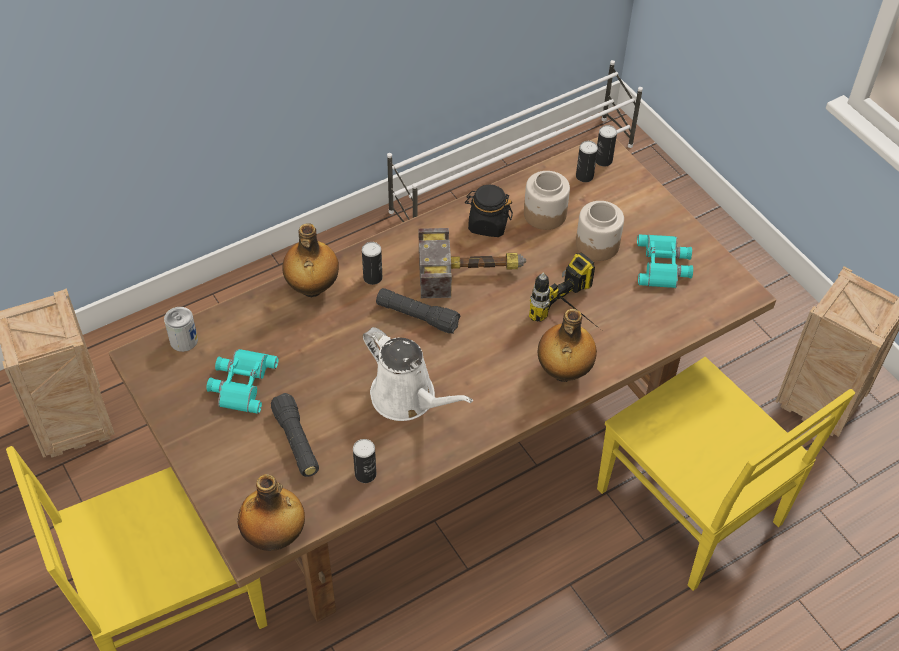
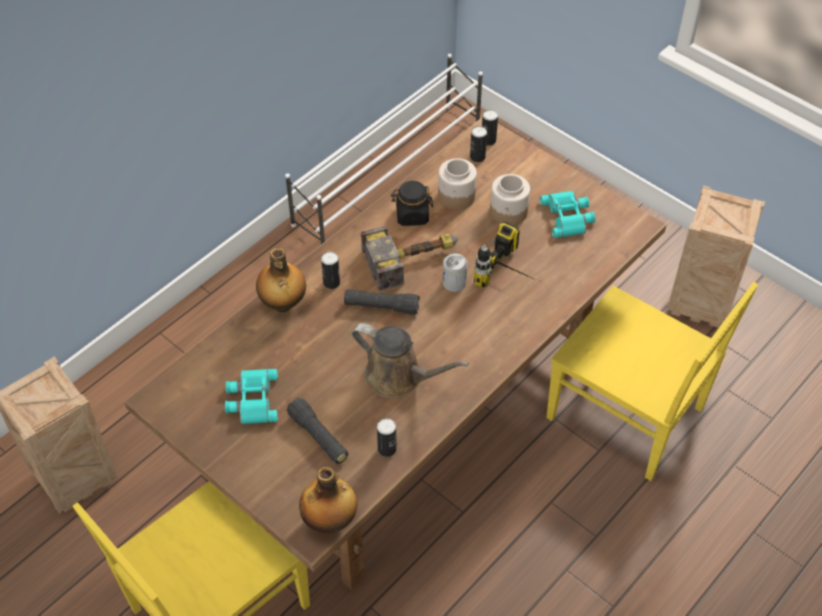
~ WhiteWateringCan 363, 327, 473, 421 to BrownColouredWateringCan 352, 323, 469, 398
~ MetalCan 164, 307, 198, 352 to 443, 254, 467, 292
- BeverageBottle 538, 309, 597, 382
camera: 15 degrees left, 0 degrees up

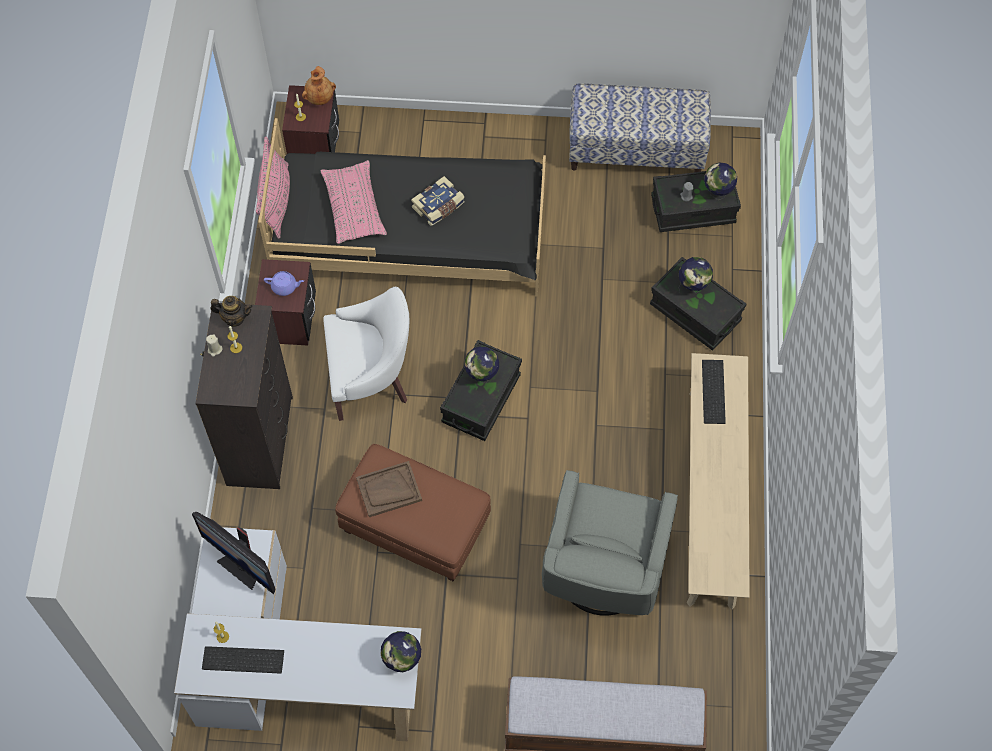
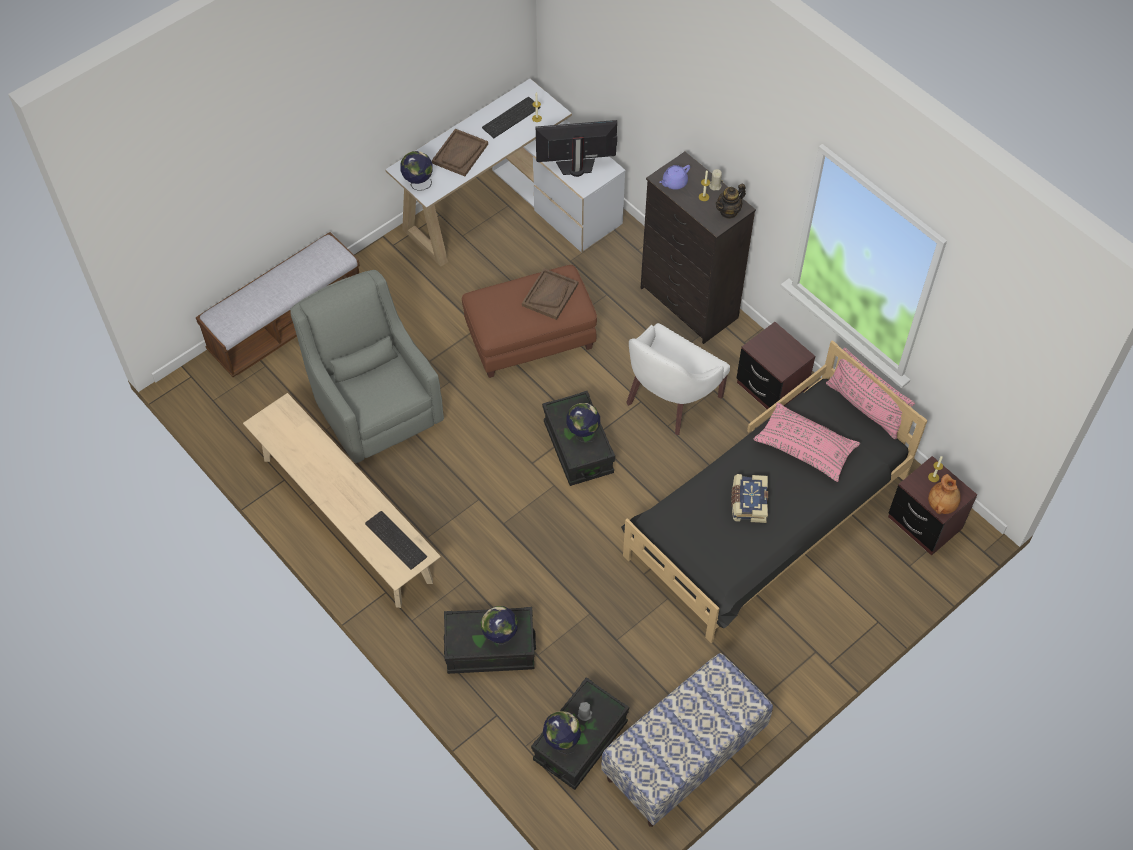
+ BrownColouredServingTray 432, 129, 488, 176
~ PurplishPotForTea 264, 271, 304, 296 to 659, 165, 690, 190
camera: 135 degrees right, 5 degrees down

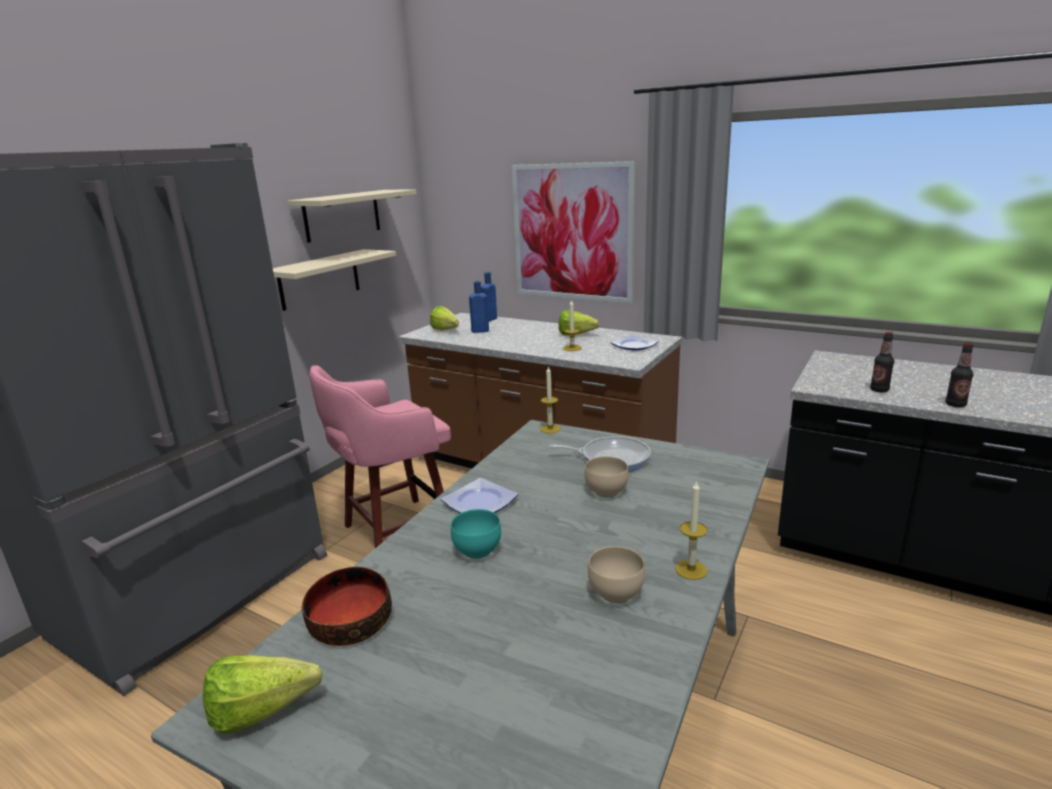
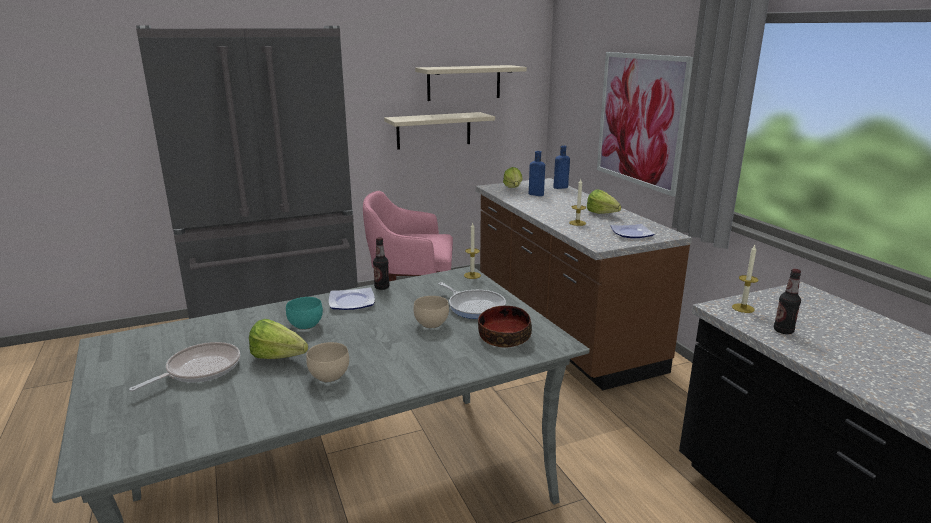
+ Skillet 129, 342, 240, 392
~ Lettuce 203, 655, 322, 734 to 249, 319, 308, 359
~ BeverageBottle 945, 343, 973, 407 to 373, 237, 390, 290
~ ServingBowl 302, 567, 392, 646 to 478, 305, 532, 348
~ WaxCandle 675, 480, 708, 580 to 732, 245, 759, 313
camera: 35 degrees right, 0 degrees up

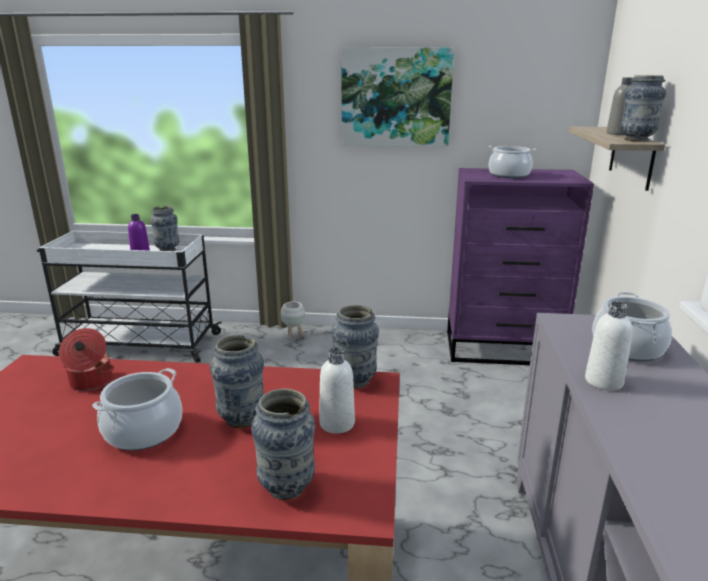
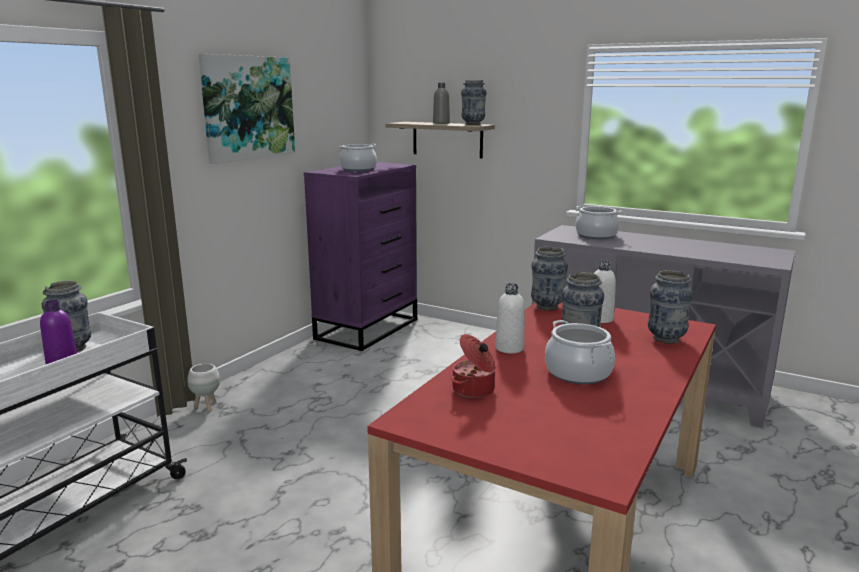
~ WhiteBeverageBottle 585, 302, 633, 391 to 495, 283, 525, 353
camera: 65 degrees left, 5 degrees down

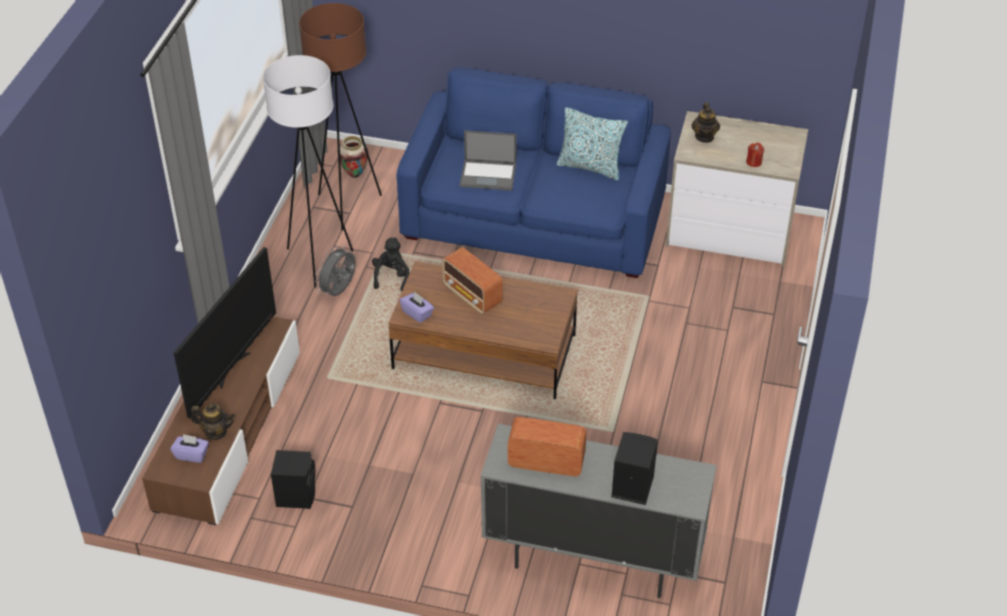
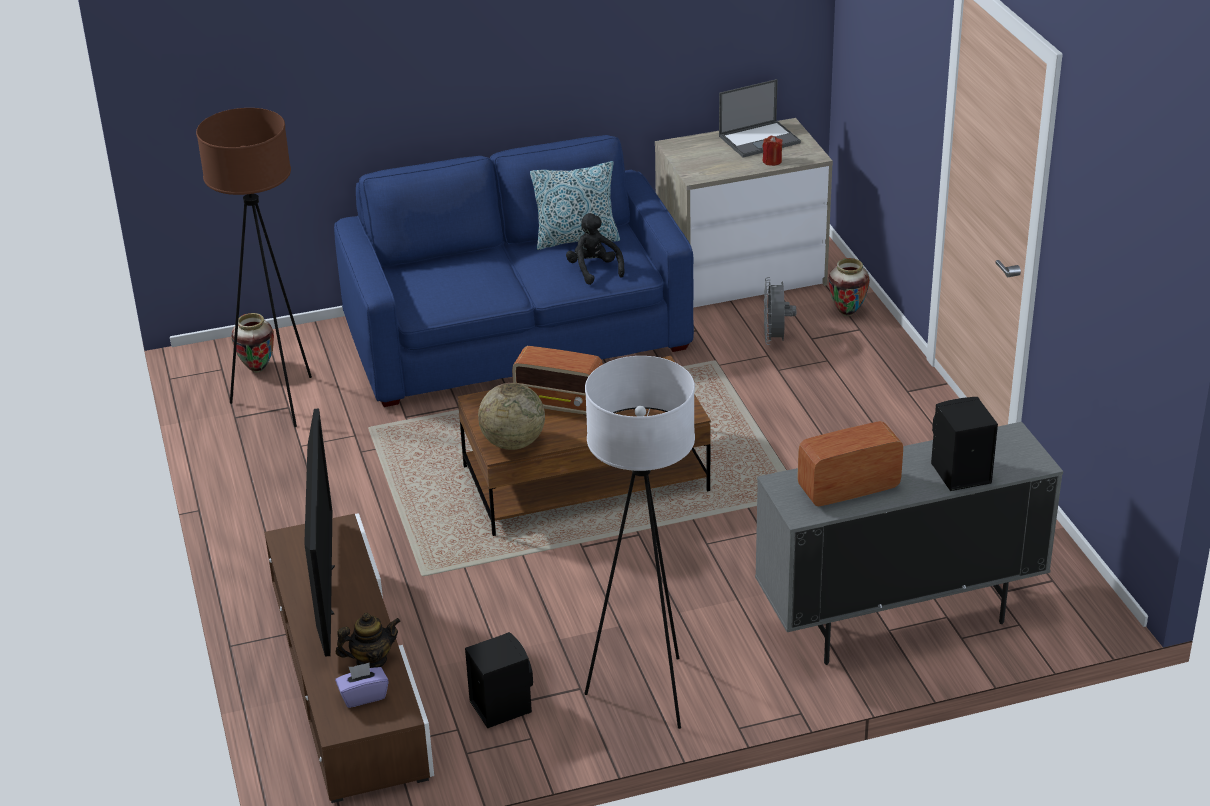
~ PurplishTissueHolder 400, 292, 434, 323 to DeskGlobe 478, 383, 545, 450
~ BlackishPlushToy 372, 237, 409, 292 to 566, 213, 625, 285
~ WhiteFloorLamp 263, 55, 353, 288 to 584, 356, 695, 729
~ PortableComputer 460, 130, 517, 191 to 719, 79, 801, 157
~ GreyElectricFan 315, 245, 356, 296 to 764, 277, 796, 345
+ DecorativeVase 829, 258, 870, 316
- PotForTea 691, 102, 720, 143
camera: 30 degrees left, 10 degrees down

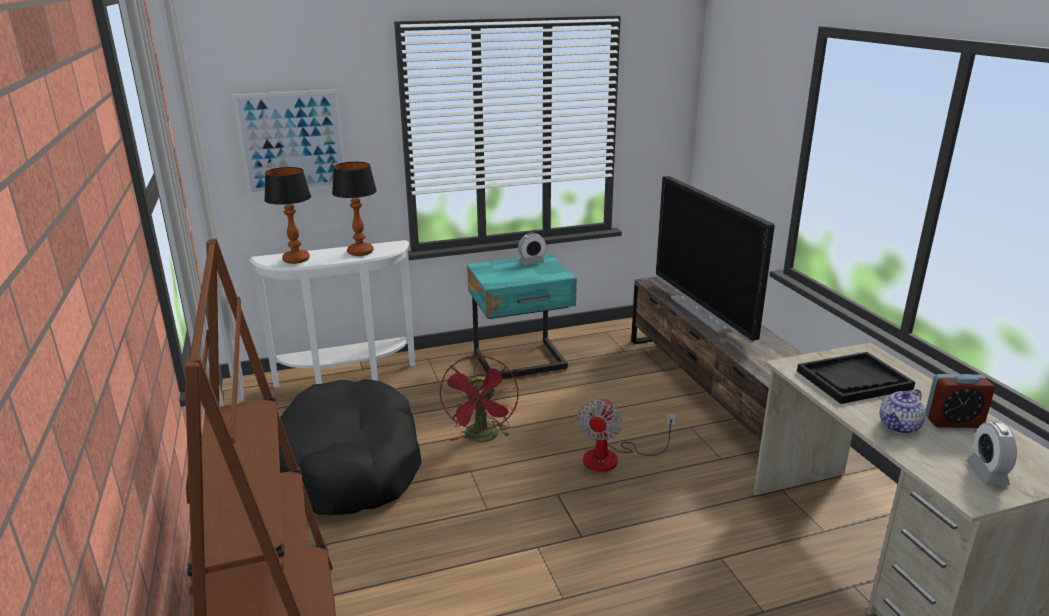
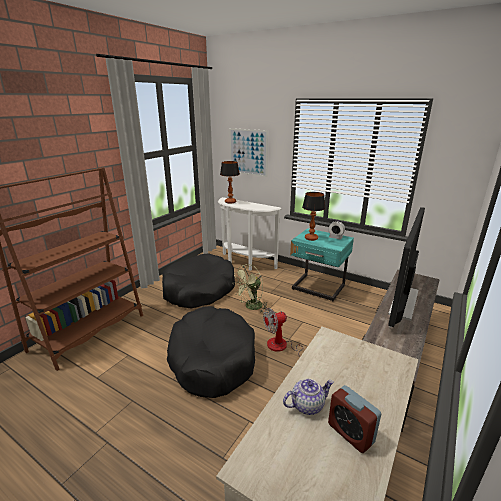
+ BlackishDogCushion 167, 306, 255, 398
~ ReddishElectricFan 440, 355, 519, 443 to GreenElectricFan 233, 264, 268, 312
~ PotForTea 880, 389, 926, 434 = 283, 378, 334, 415 150 degrees clockwise
~ LampForATable 332, 162, 377, 256 to 302, 192, 325, 241
- BlackishServingTray 797, 352, 915, 404
- AlarmClock 966, 422, 1017, 486
camera: 50 degrees right, 0 degrees up

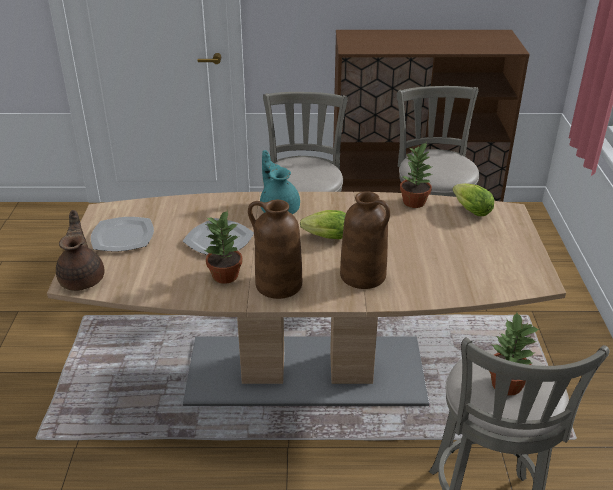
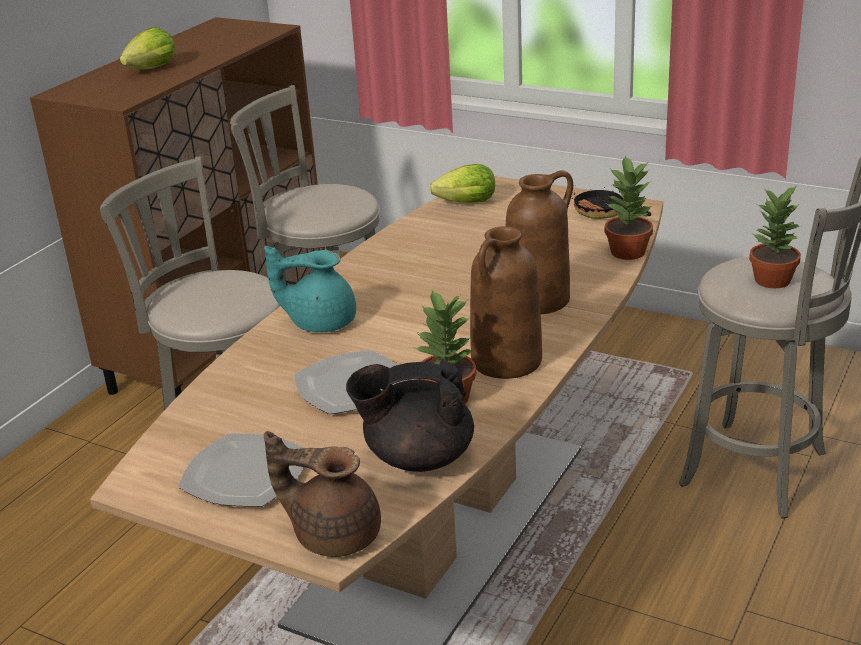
~ Lettuce 300, 210, 346, 239 to 120, 27, 175, 69
+ BlackishPotForTea 346, 360, 474, 472
+ Skillet 572, 187, 651, 219
~ PlantInAPot 400, 142, 433, 208 to 604, 156, 653, 260
camera: 60 degrees left, 5 degrees down

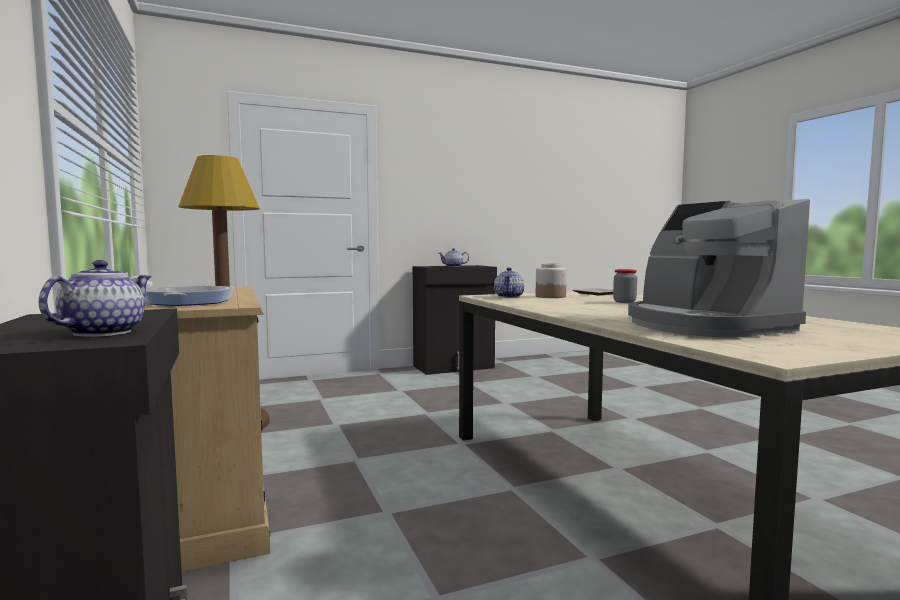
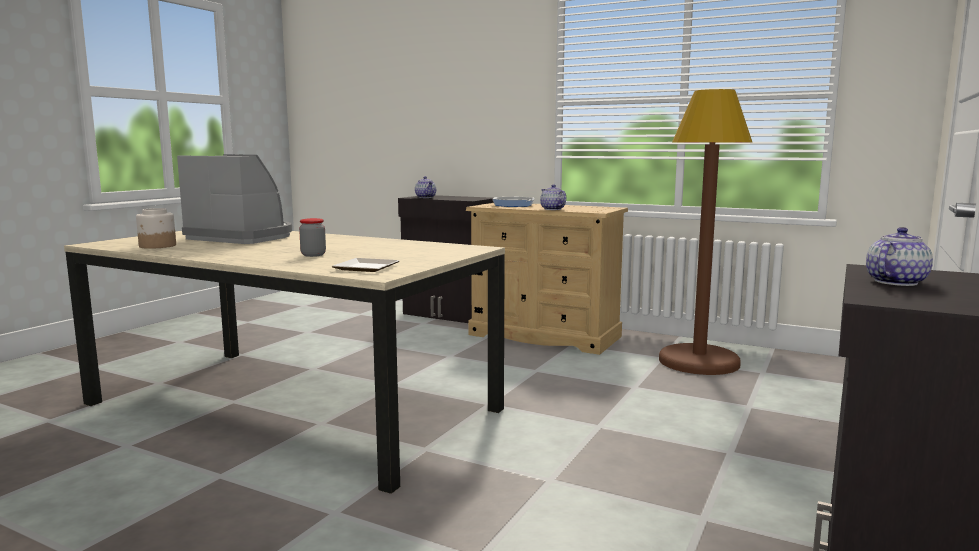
~ Jar 536, 263, 567, 298 to 136, 208, 176, 249
~ PotForTea 494, 267, 524, 298 to 540, 184, 566, 210
camera: 140 degrees right, 5 degrees up

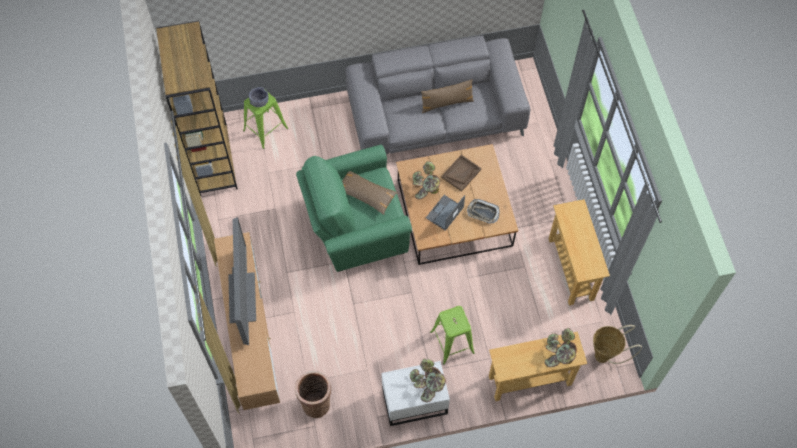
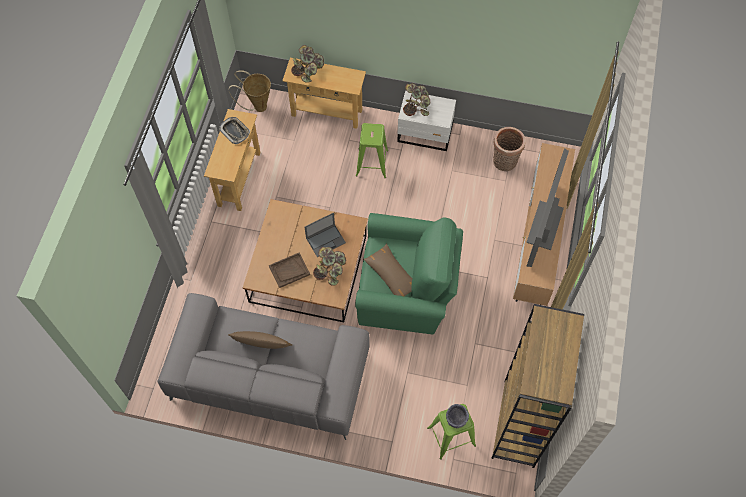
~ ServingTray 467, 199, 499, 224 to 219, 117, 250, 144
camera: 155 degrees left, 0 degrees up

